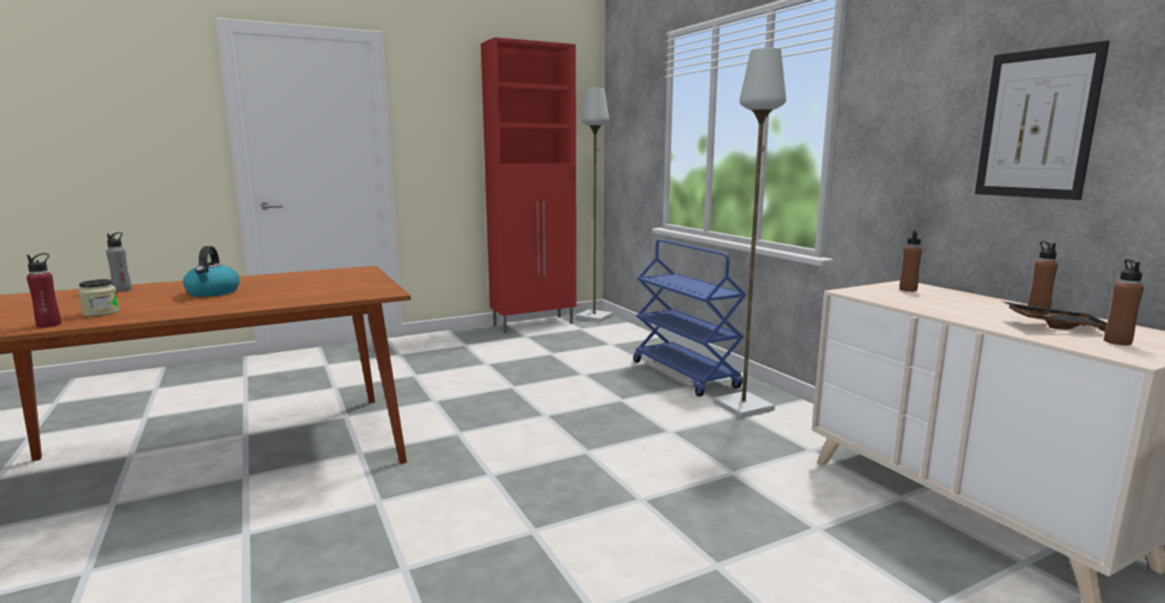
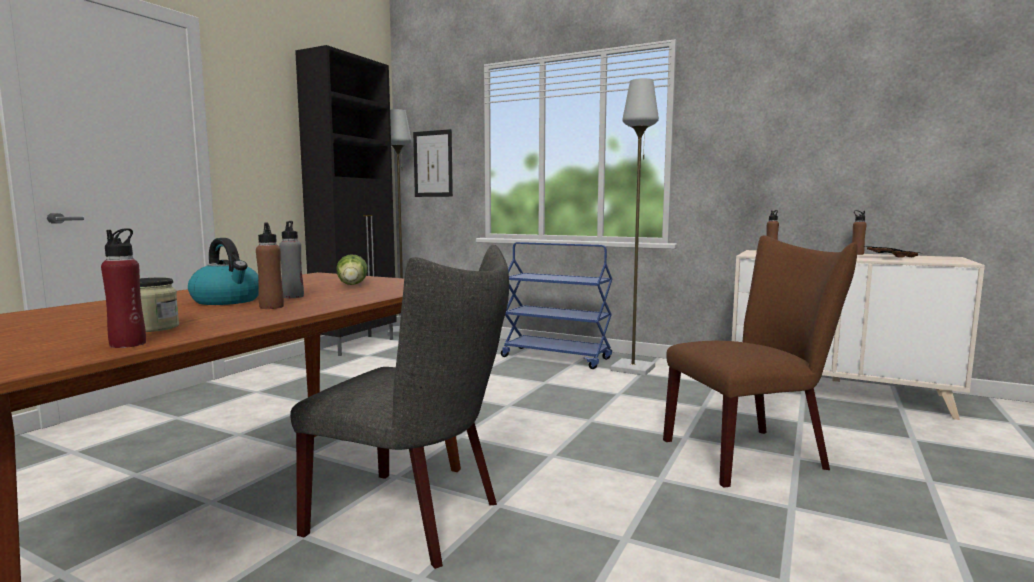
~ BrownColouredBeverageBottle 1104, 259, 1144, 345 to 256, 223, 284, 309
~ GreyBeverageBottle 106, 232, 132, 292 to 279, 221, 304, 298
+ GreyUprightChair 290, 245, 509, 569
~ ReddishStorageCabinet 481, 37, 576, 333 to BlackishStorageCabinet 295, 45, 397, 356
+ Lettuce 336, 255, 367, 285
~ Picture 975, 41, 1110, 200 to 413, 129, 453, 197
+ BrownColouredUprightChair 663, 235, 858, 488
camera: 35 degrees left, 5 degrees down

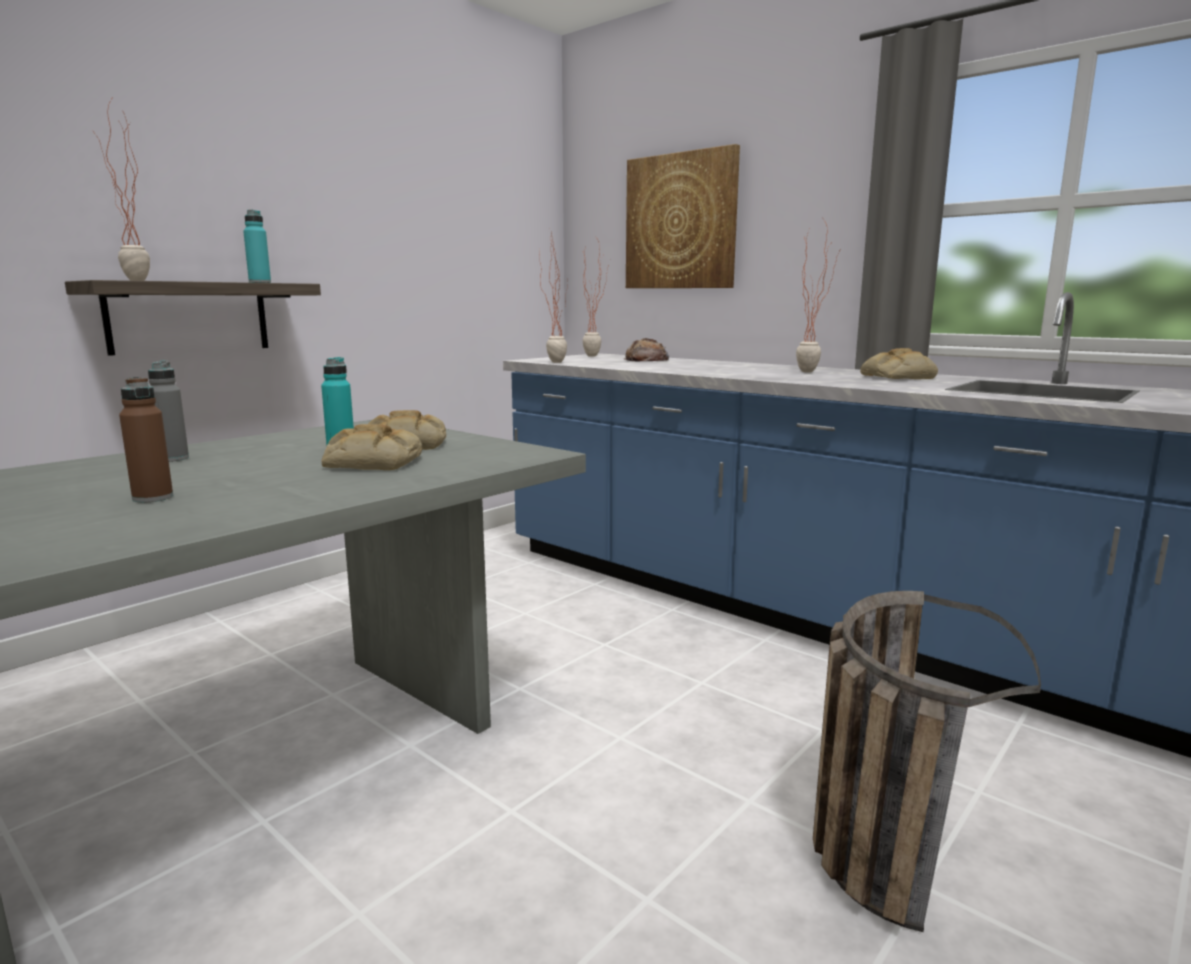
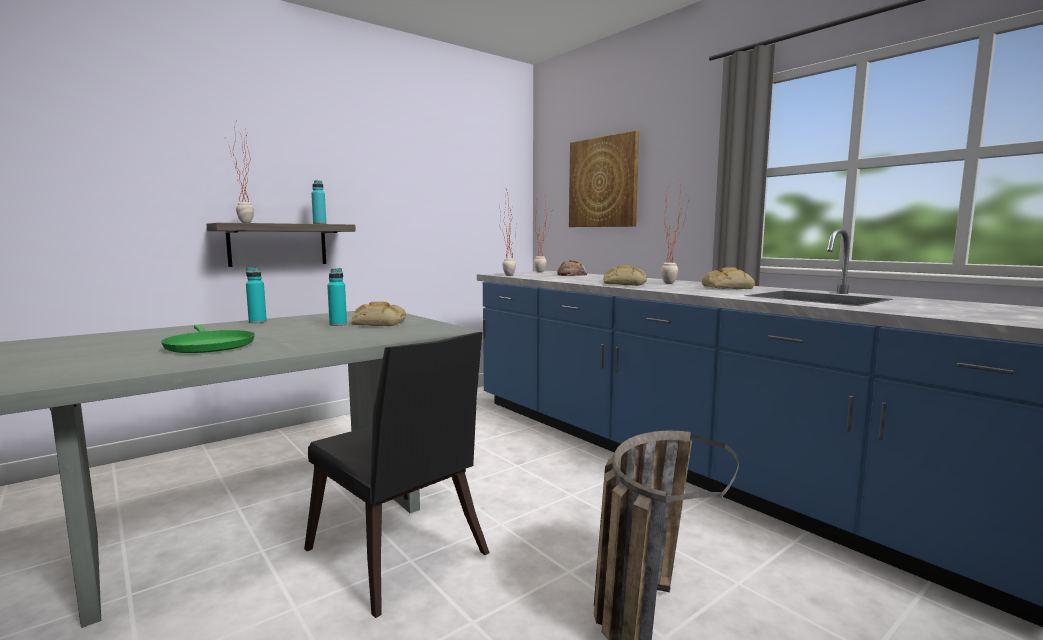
~ BrownColouredBeverageBottle 119, 377, 173, 503 to GreenSkillet 161, 325, 255, 353
+ BlueGreenBeverageBottle 246, 267, 267, 323
+ BlackishUprightChair 304, 332, 490, 618
~ BakedBread 322, 424, 422, 470 to 603, 265, 647, 286
- GreyBeverageBottle 148, 361, 189, 462
camera: 10 degrees right, 5 degrees down

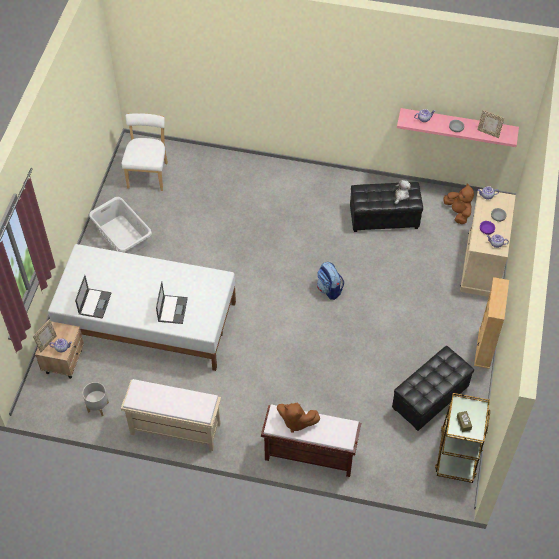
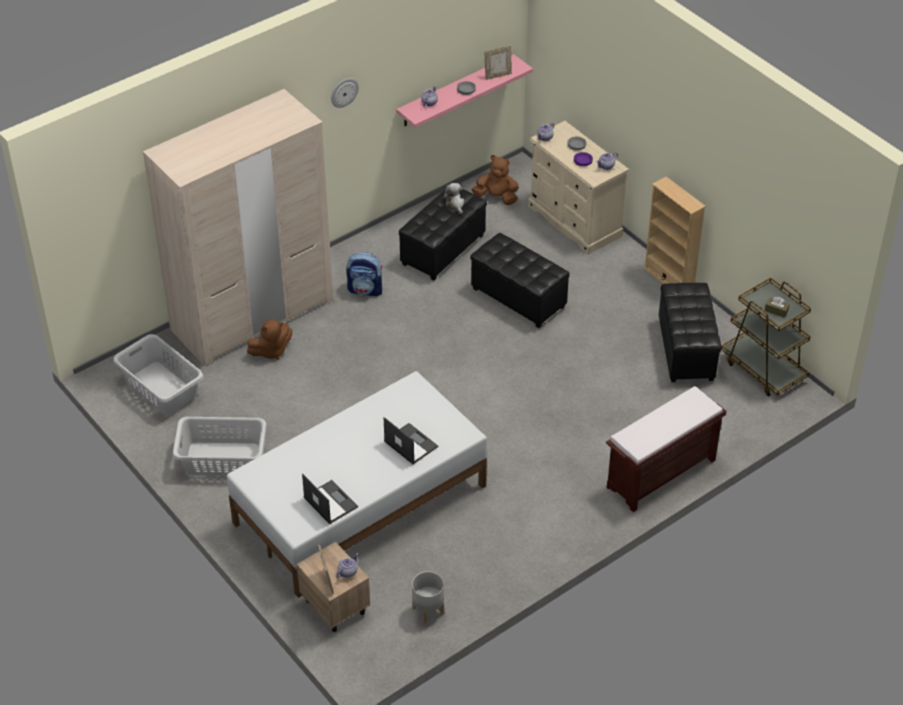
~ WhiteUprightChair 122, 113, 168, 191 to GreyWashingBasket 113, 334, 204, 415
+ BeigeArmoire 143, 89, 333, 366
~ BrownColouredPlushToy 277, 403, 320, 433 to 247, 319, 292, 360
+ HangingClock 331, 78, 359, 108
~ Backpack 317, 262, 344, 300 to 346, 252, 383, 297
+ BlackishOttoman 471, 233, 570, 328
- BeigeBench 121, 379, 221, 451
camera: 50 degrees left, 10 degrees down

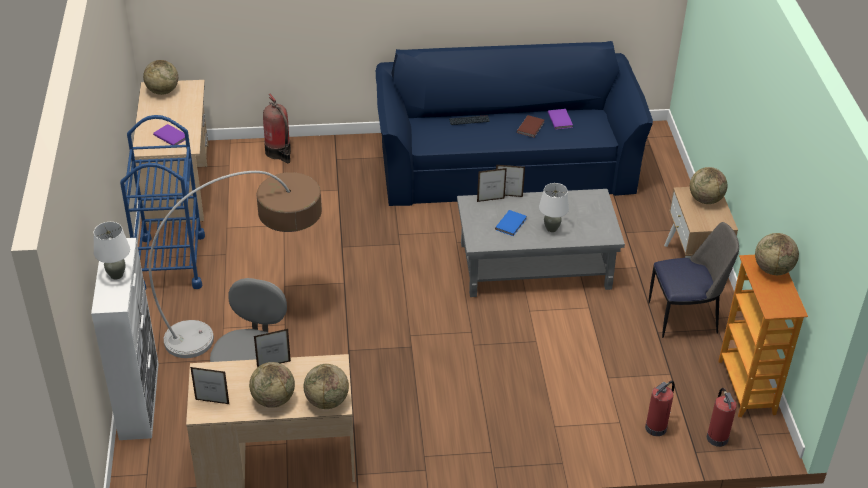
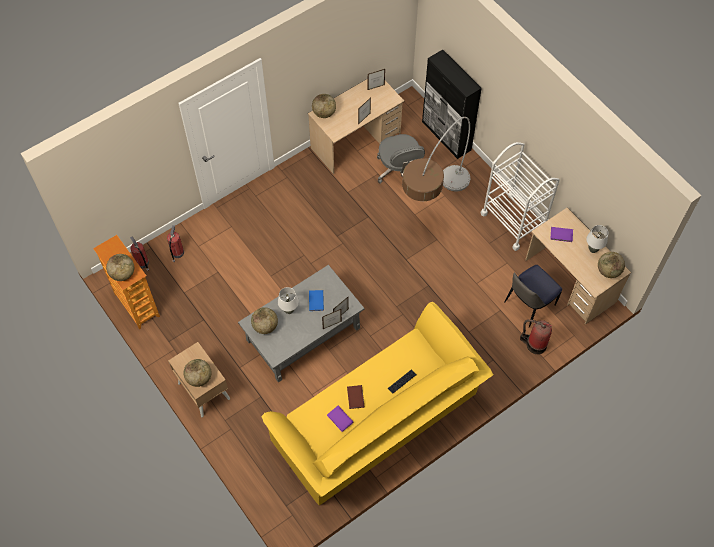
~ DeskGlobe 249, 362, 295, 408 to 251, 307, 278, 334
~ BlueSofa 376, 41, 653, 206 to YellowColouredSofa 261, 302, 493, 506
~ WhiteStorageCabinet 91, 238, 159, 440 to BlackishStorageCabinet 422, 50, 482, 159
~ BlueWheeledCart 120, 115, 205, 290 to WhiteWheeledCart 481, 142, 560, 251
~ UprightChair 648, 222, 739, 338 to 504, 265, 562, 327
~ WhiteLampForATable 94, 222, 130, 279 to 586, 225, 609, 253
camera: 150 degrees right, 20 degrees up

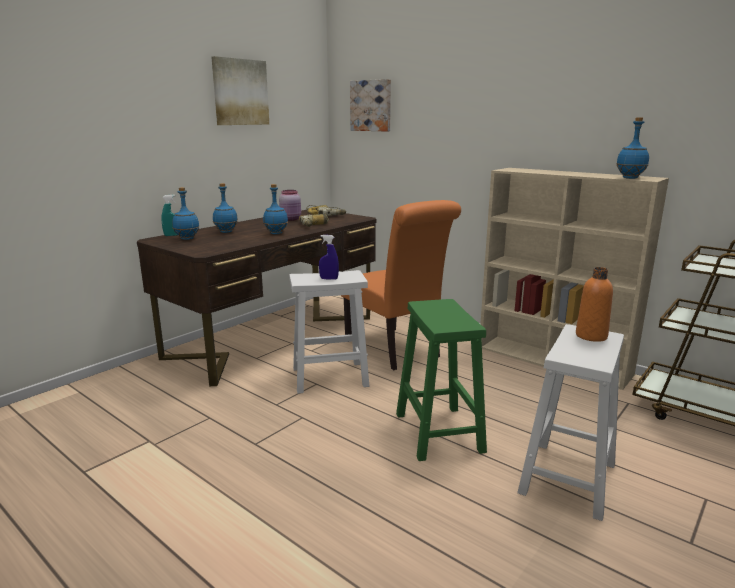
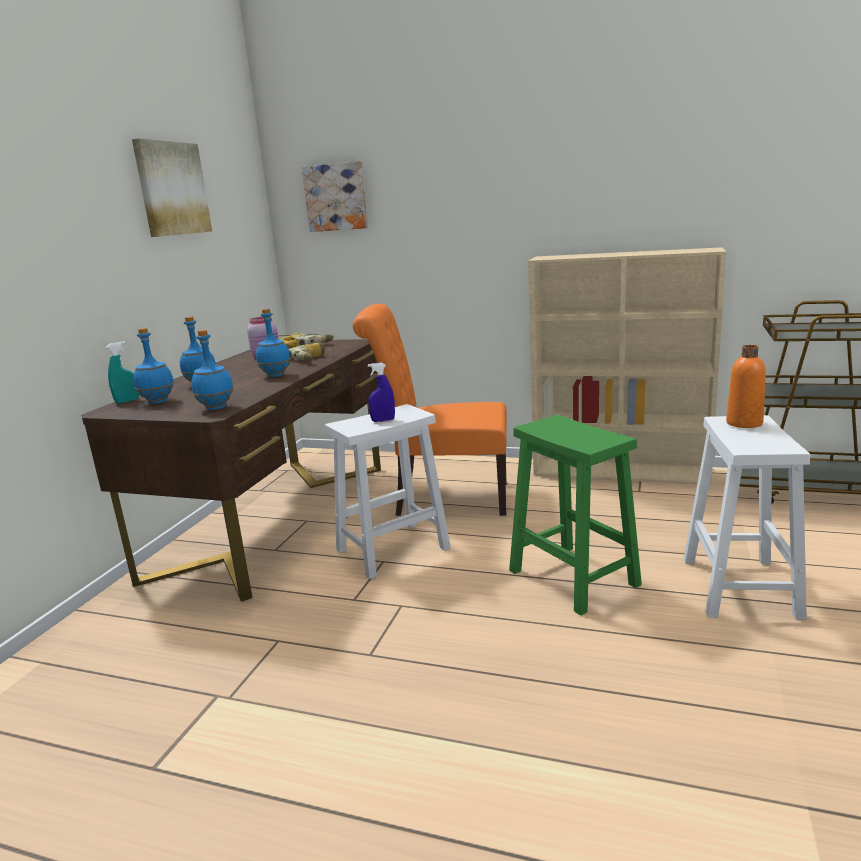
~ BlueBeverageBottle 616, 117, 649, 179 to 191, 330, 233, 410
~ OrangeColouredUprightChair 341, 200, 461, 370 = 353, 304, 507, 516 150 degrees clockwise
camera: 20 degrees left, 0 degrees up

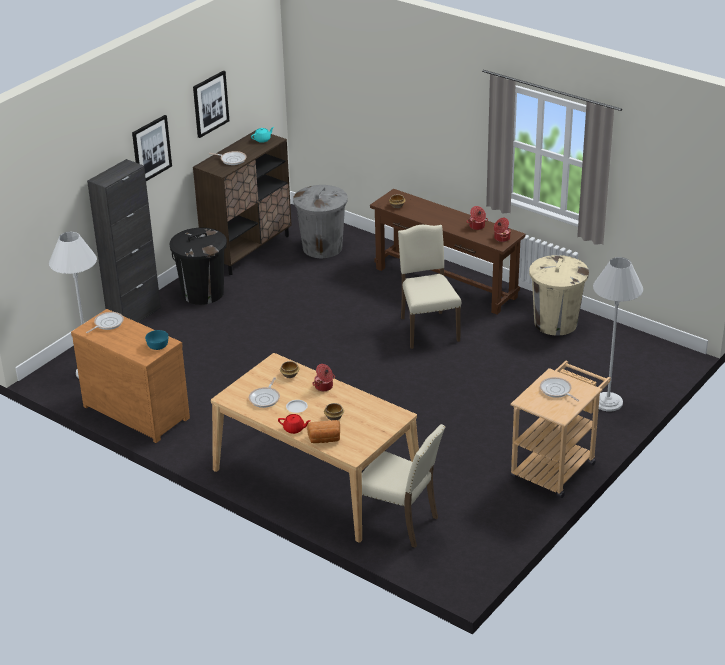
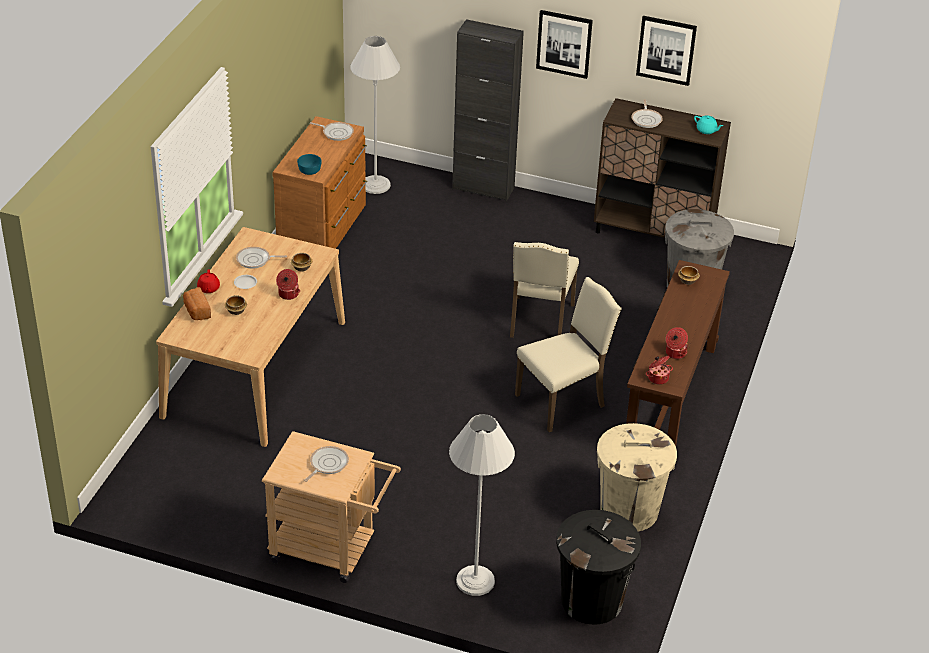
~ BeigeUprightChair 362, 424, 446, 548 to 510, 242, 579, 338
~ BlackishWasteBin 170, 228, 227, 305 to 556, 510, 641, 625
camera: 70 degrees right, 5 degrees up

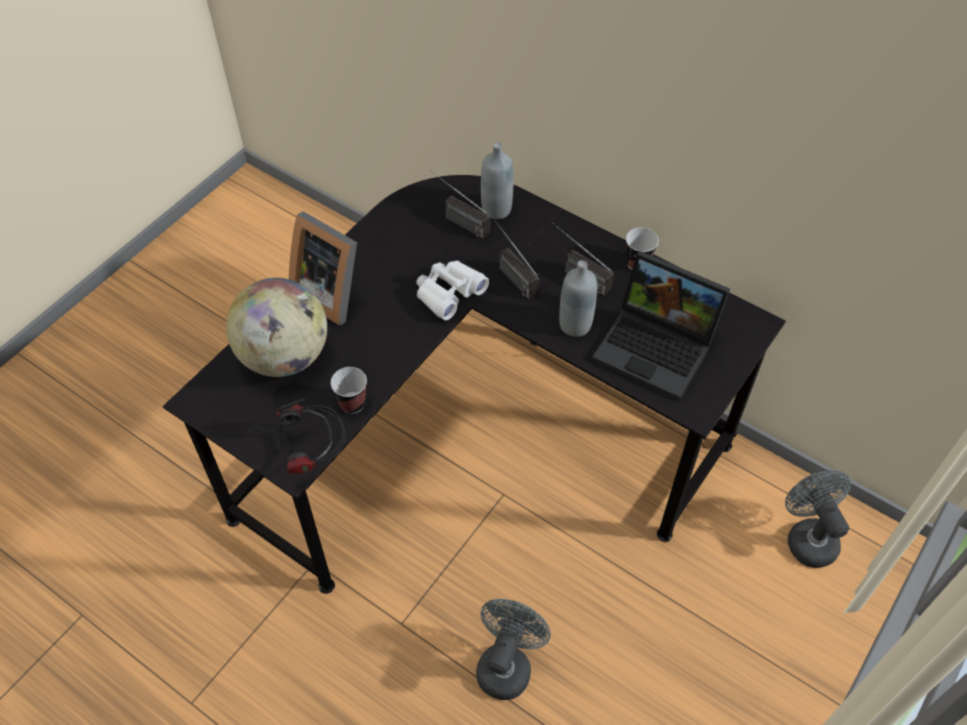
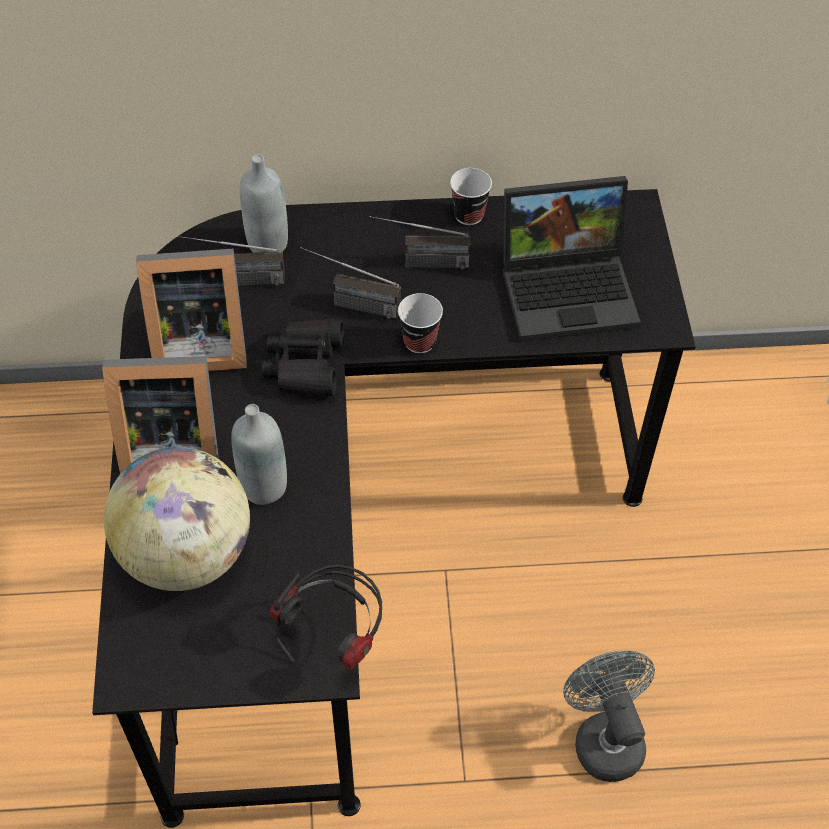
+ PictureFrame 136, 249, 247, 371
~ GreyBeverageBottle 559, 260, 597, 337 to 231, 404, 287, 505
~ WhiteFieldGlasses 416, 261, 489, 320 to BlackishFieldGlasses 262, 318, 344, 397
~ SmallCup 331, 367, 367, 414 to 398, 293, 443, 353
- GreyElectricFan 785, 470, 851, 568
camera: 40 degrees left, 0 degrees up

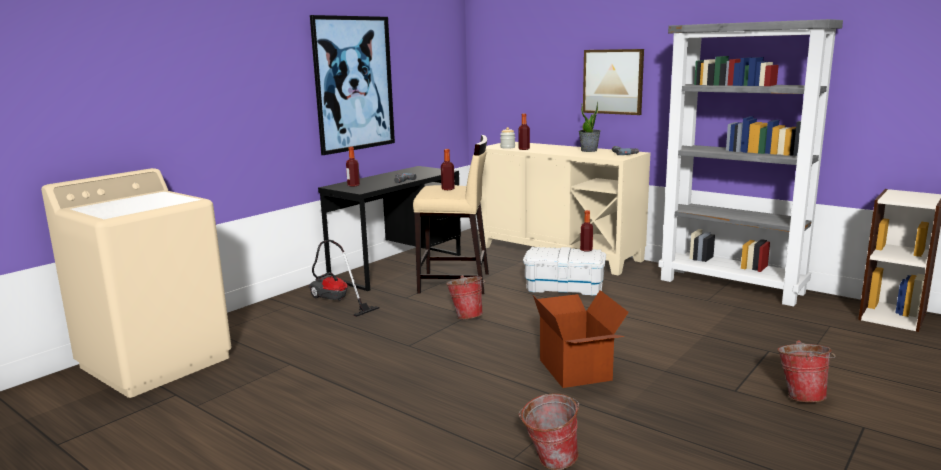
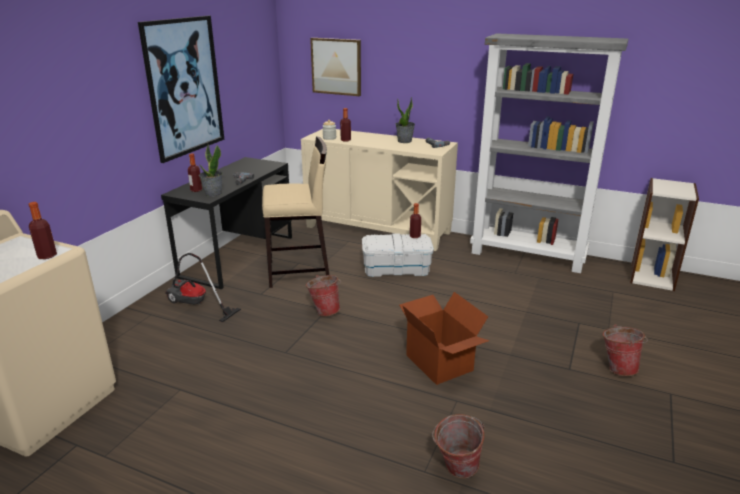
~ BeverageBottle 441, 149, 455, 190 to 29, 202, 57, 259
+ PlantInAPot 199, 144, 223, 197
~ Picture 583, 49, 644, 115 to 310, 38, 361, 96
camera: 15 degrees left, 10 degrees up

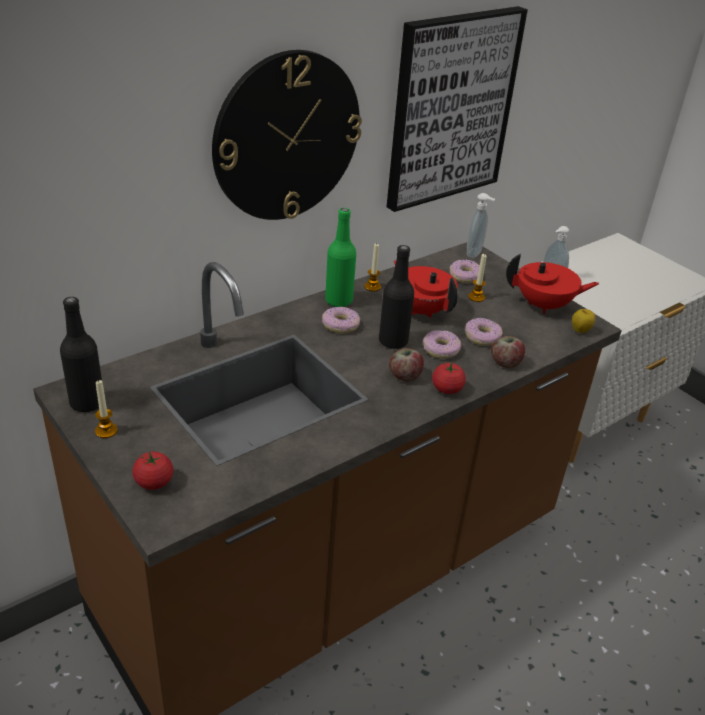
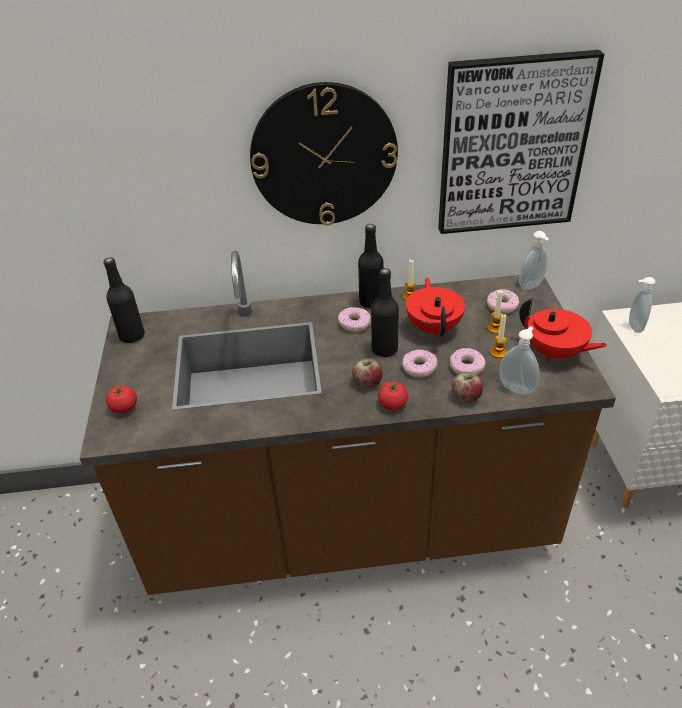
~ GreenBeverageBottle 325, 208, 356, 307 to BlackishBeverageBottle 358, 224, 384, 308
~ WaxCandle 95, 380, 118, 438 to 490, 314, 507, 358
+ LiquidSoapBottle 499, 326, 539, 395
- WholeApple 572, 309, 595, 333
camera: 35 degrees right, 5 degrees up

